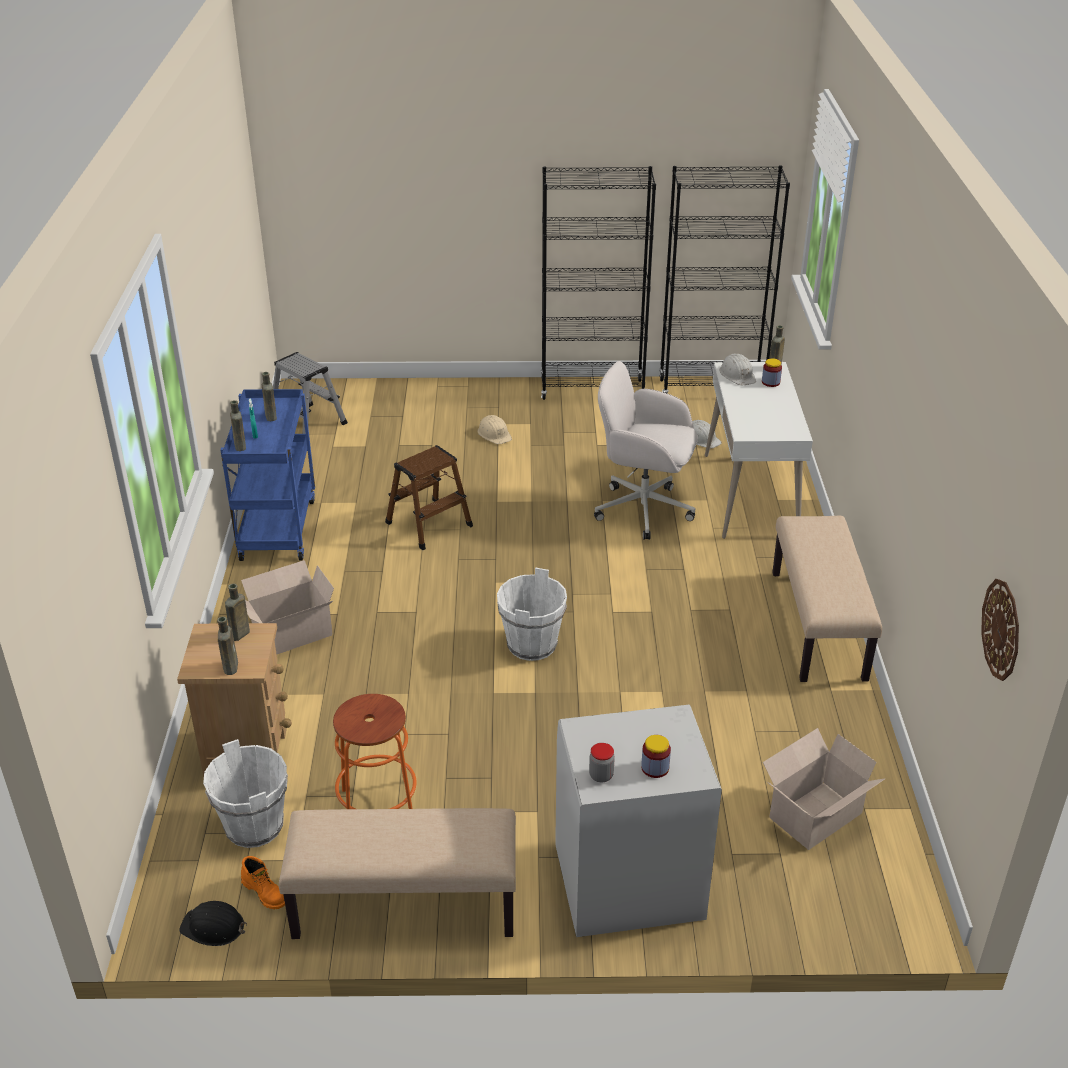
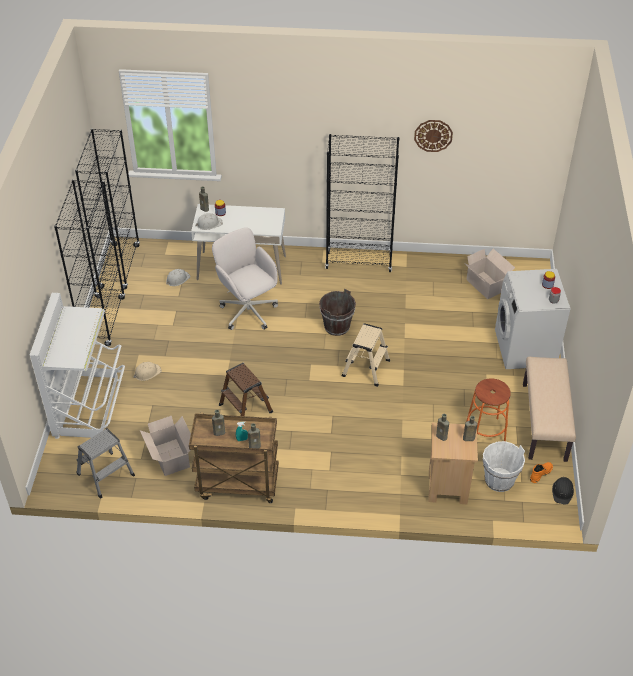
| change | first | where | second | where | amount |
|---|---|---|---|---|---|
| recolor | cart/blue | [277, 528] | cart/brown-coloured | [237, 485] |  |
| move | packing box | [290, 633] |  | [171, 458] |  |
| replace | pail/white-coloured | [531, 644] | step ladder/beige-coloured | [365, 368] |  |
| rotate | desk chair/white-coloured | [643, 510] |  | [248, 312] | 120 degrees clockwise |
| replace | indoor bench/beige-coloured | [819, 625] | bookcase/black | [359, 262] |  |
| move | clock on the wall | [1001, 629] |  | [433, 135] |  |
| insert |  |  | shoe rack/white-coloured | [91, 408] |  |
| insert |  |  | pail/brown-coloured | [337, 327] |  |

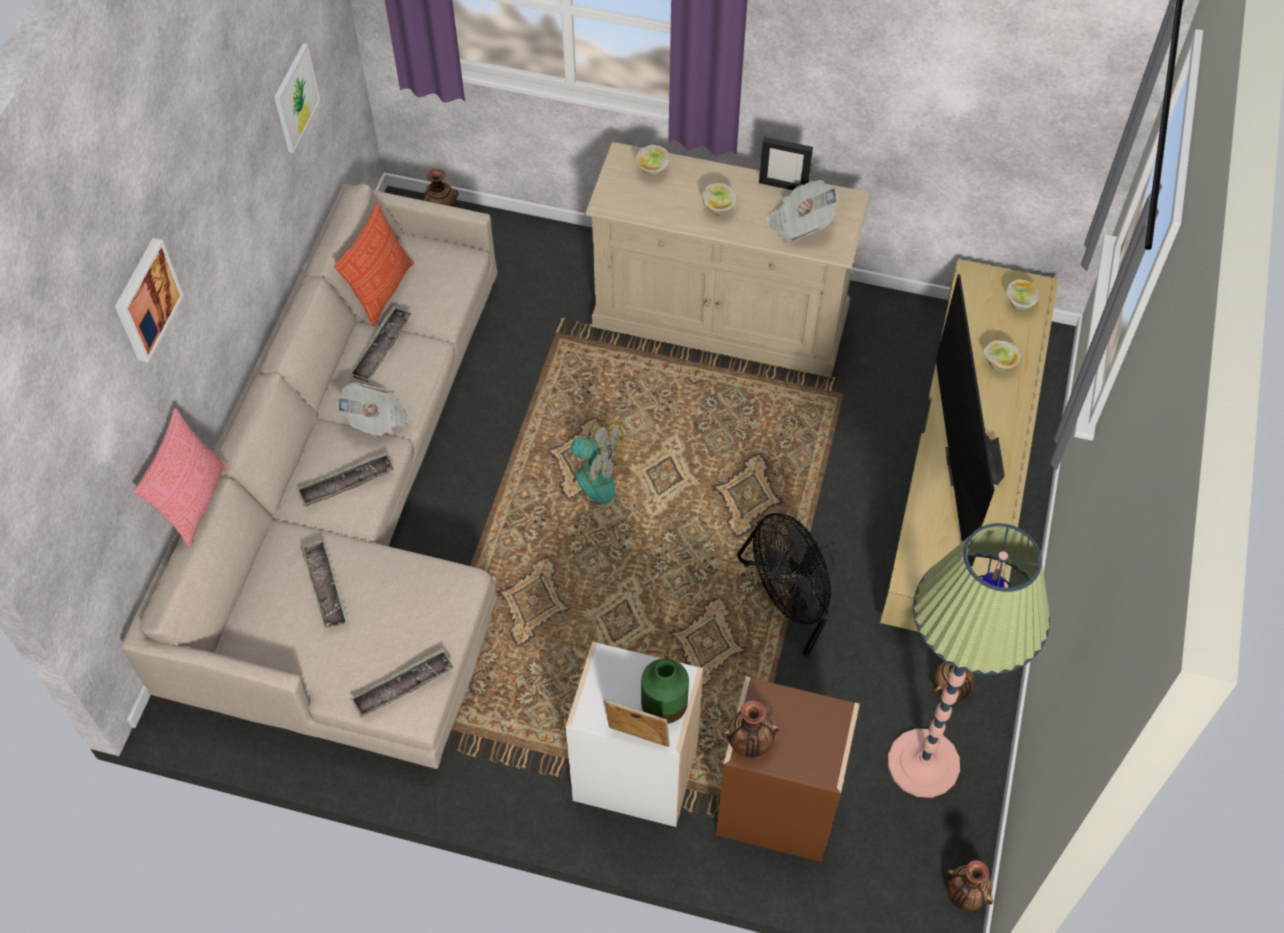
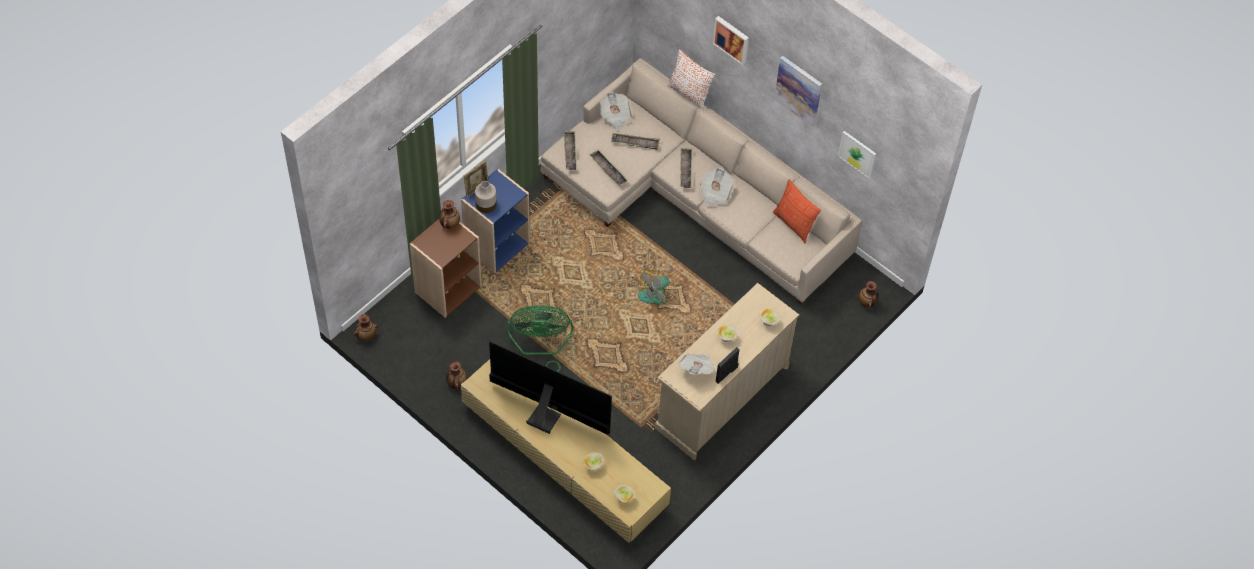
| change | first | where | second | where | amount |
|---|---|---|---|---|---|
| recolor | pillow/pink-coloured | [195, 502] | pillow/white-coloured | [689, 94] |  |
| move | tray | [382, 348] |  | [608, 169] |  |
| recolor | bookcase/white-coloured | [633, 774] | bookcase/blue | [497, 245] |  |
| recolor | decorative vase/green-coloured | [664, 702] | decorative vase/beige-coloured | [485, 204] |  |
| recolor | electric fan/black | [793, 595] | electric fan/green-coloured | [542, 346] |  |
| delete | standard lamp | [923, 763] |  |  |  |
| insert |  |  | newspaper | [616, 117] |  |
| insert |  |  | wall picture | [799, 90] |  |

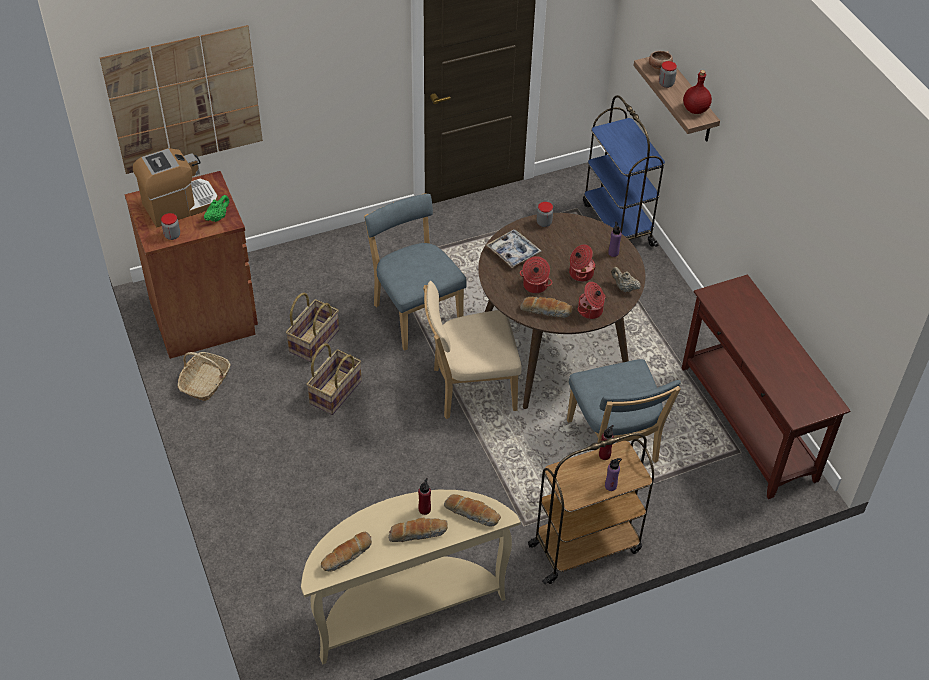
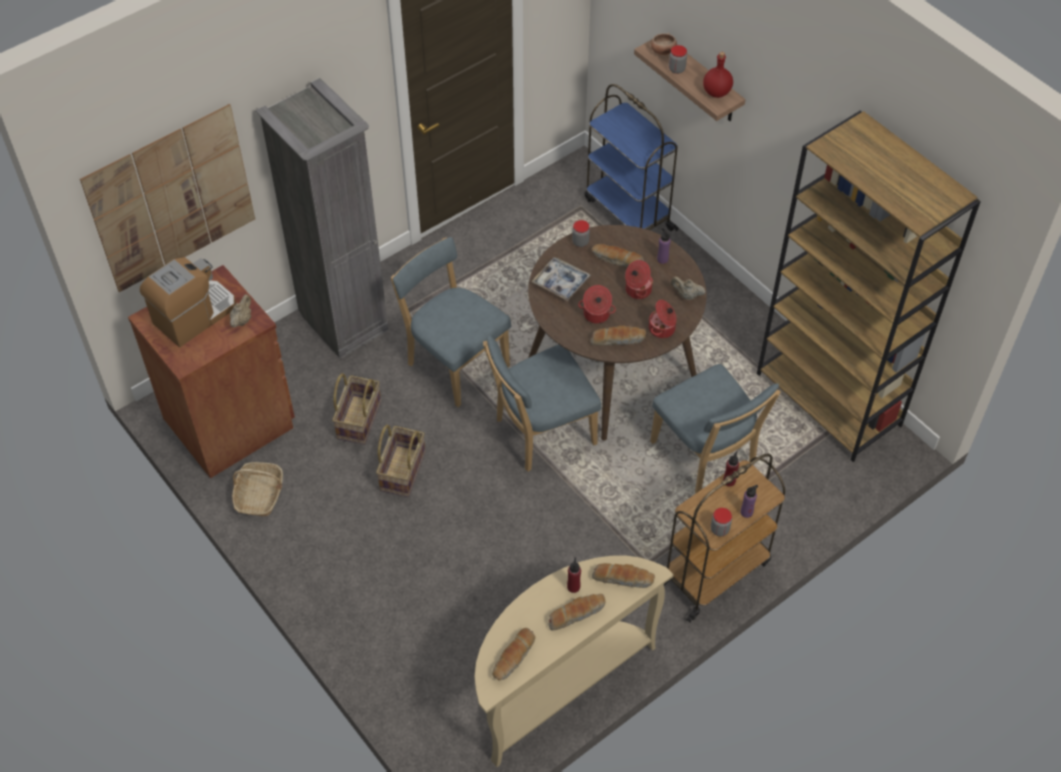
| change | first | where | second | where | amount |
|---|---|---|---|---|---|
| move | storage jar | [172, 235] |  | [719, 529] |  |
| recolor | tea pot/green-coloured | [217, 217] | tea pot/beige-coloured | [242, 320] |  |
| recolor | chair/beige-coloured | [469, 389] | chair/blue | [540, 433] |  |
| replace | narrow table/brown-coloured | [748, 423] | bookcase/brown-coloured | [829, 400] |  |
| insert |  |  | storage cabinet/grey | [345, 322] |  |
| insert |  |  | bread | [617, 260] |  |

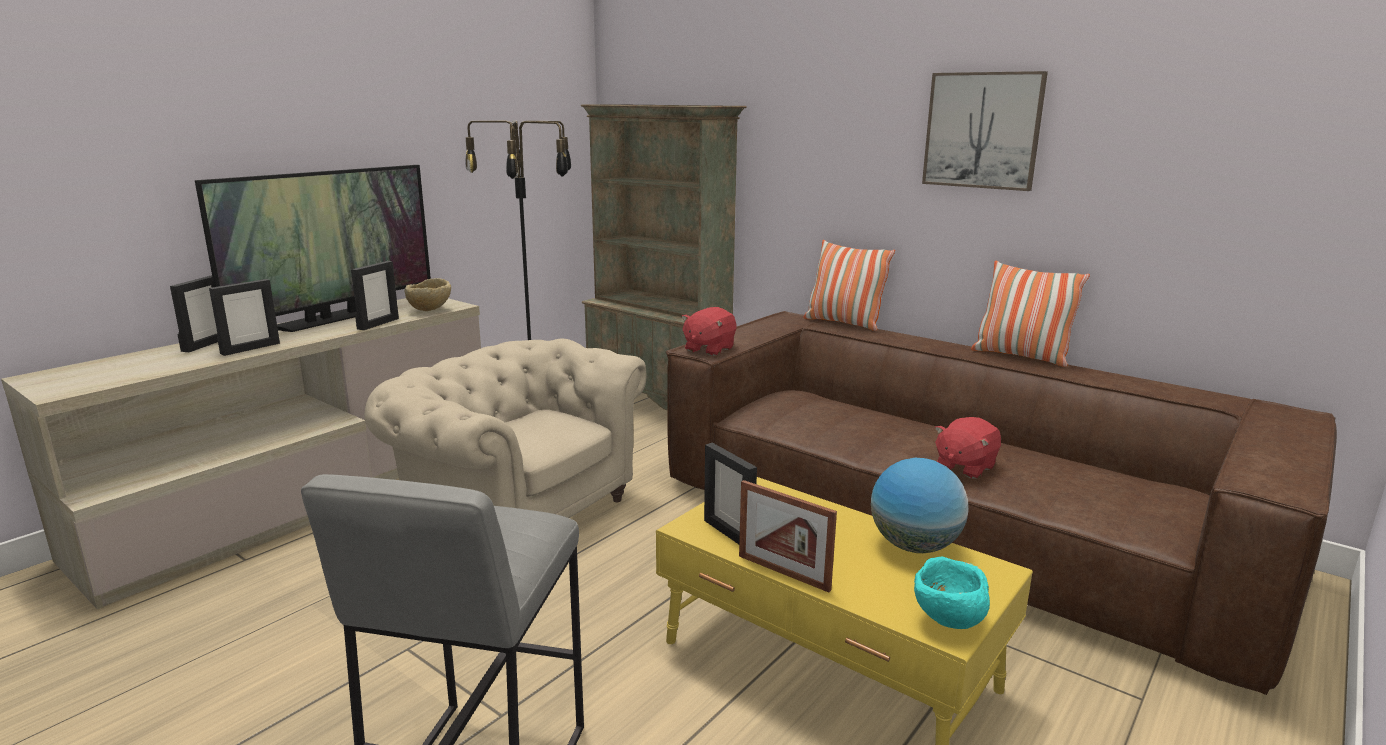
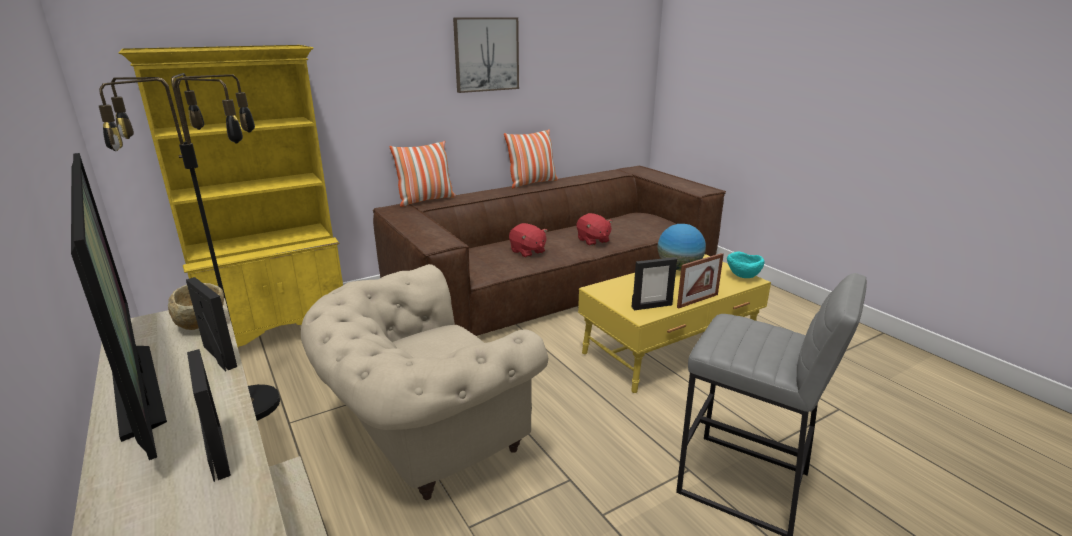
| change | first | where | second | where | amount |
|---|---|---|---|---|---|
| delete | photo frame | [206, 344] |  |  |  |
| recolor | bookcase/green-coloured | [659, 403] | bookcase/yellowish | [279, 331] |  |
| move | soft toy/red | [708, 349] |  | [527, 252] |  |

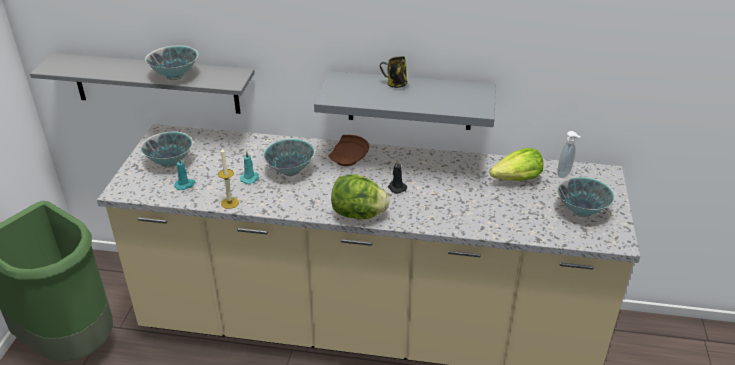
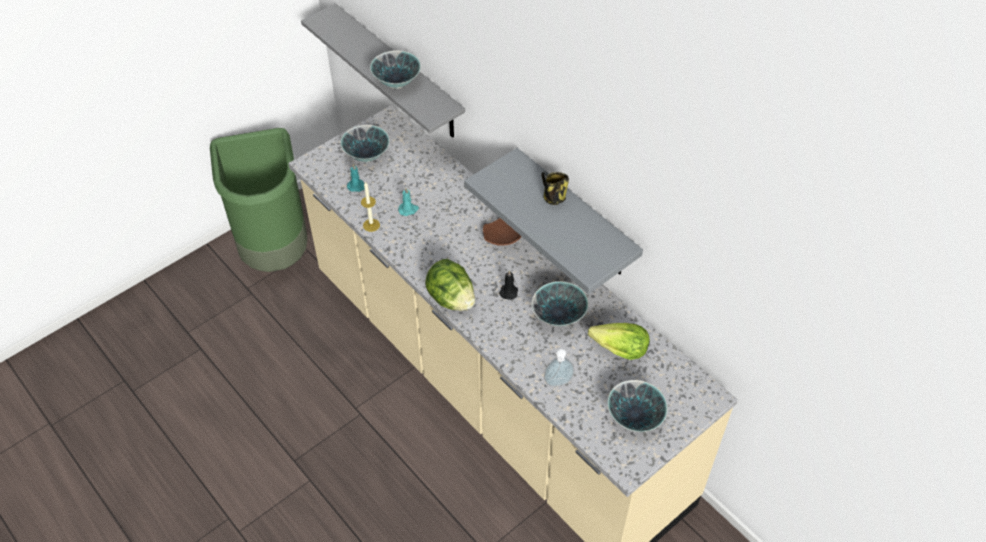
| change | first | where | second | where | amount |
|---|---|---|---|---|---|
| move | bowl | [290, 170] |  | [559, 317] |  |
| move | soap dispenser | [565, 174] |  | [558, 383] |  |

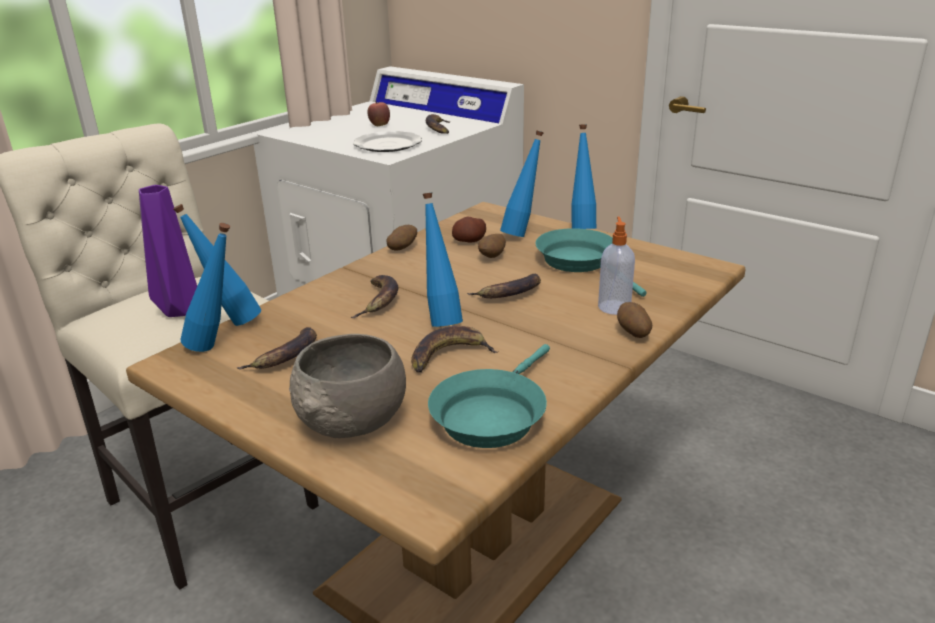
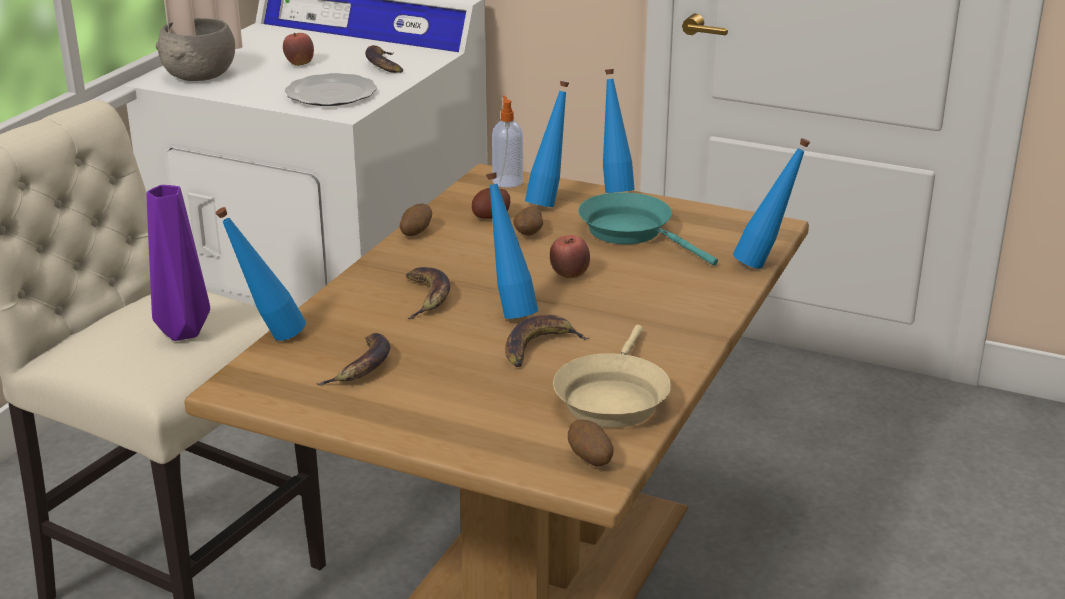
| change | first | where | second | where | amount |
|---|---|---|---|---|---|
| move | bottle/blue | [217, 347] |  | [765, 263] |  |
| move | bowl/grey | [352, 421] |  | [199, 76] |  |
| recolor | pan/blue-green | [492, 414] | pan/beige-coloured | [612, 398] |  |
| replace | banana | [509, 293] | apple | [569, 275] |  |
| move | soap dispenser | [614, 306] |  | [507, 181] |  |
| move | spud | [633, 333] |  | [589, 459] |  |

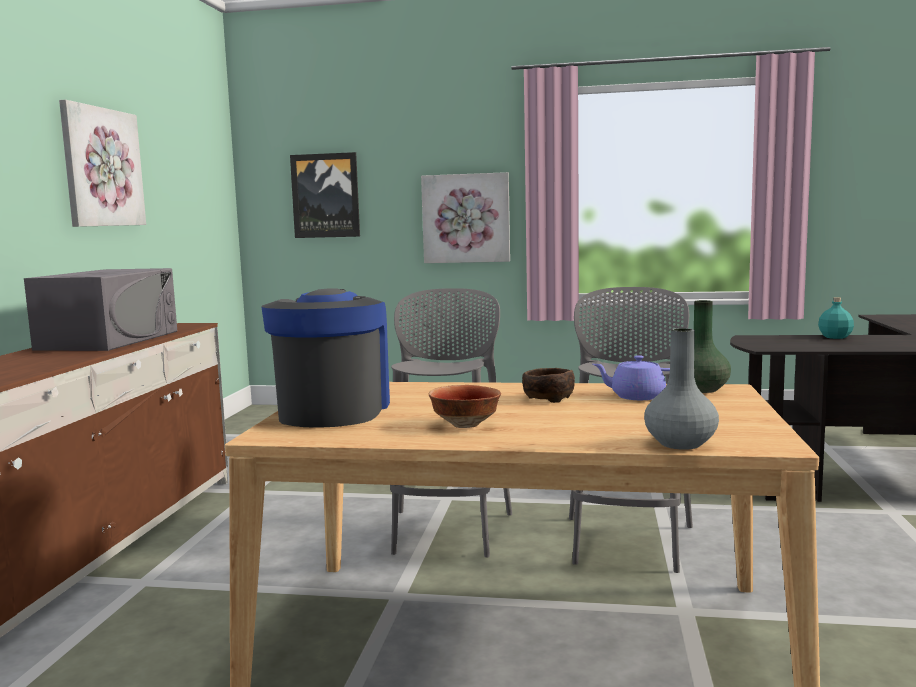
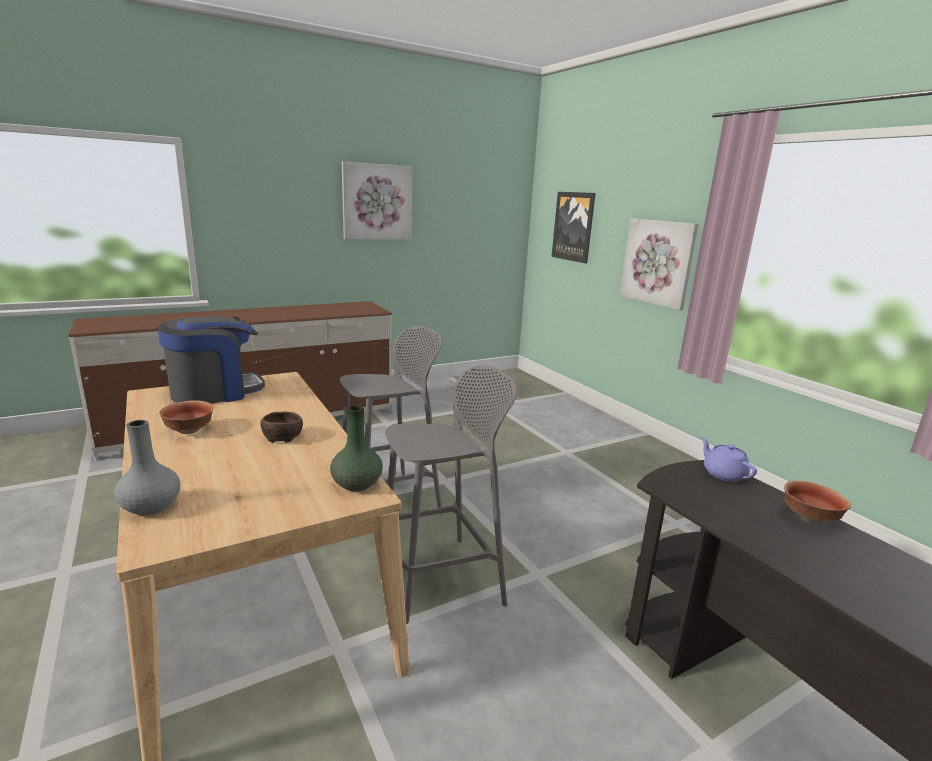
| change | first | where | second | where | amount |
|---|---|---|---|---|---|
| delete | microwave oven/grey | [109, 340] |  |  |  |
| move | tea pot/purple-coloured | [636, 396] |  | [723, 474] |  |
| replace | bottle/blue-green | [834, 337] | bowl | [809, 517] |  |

